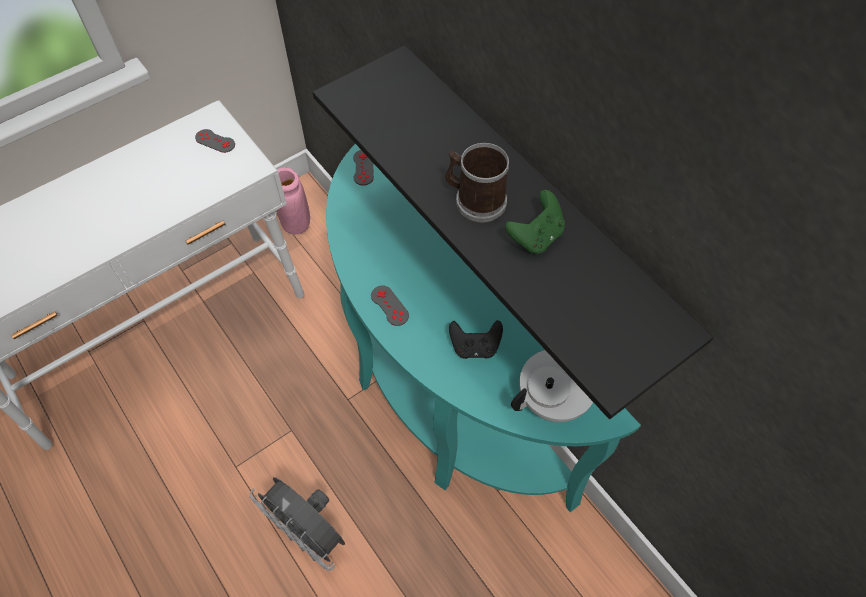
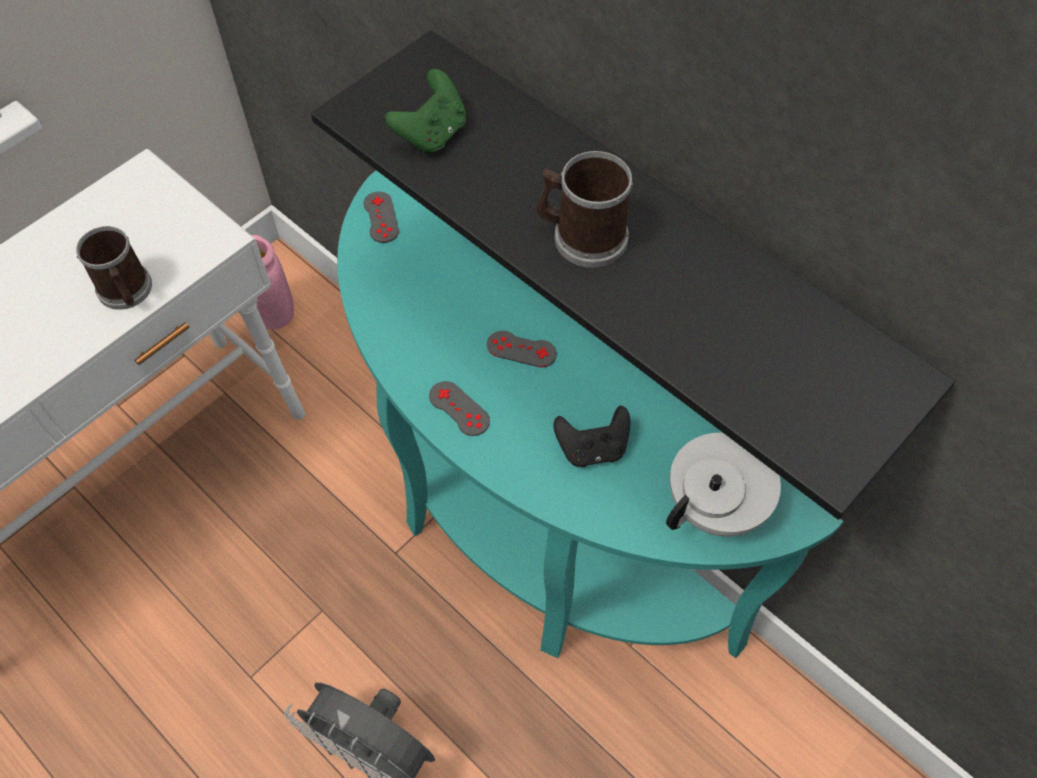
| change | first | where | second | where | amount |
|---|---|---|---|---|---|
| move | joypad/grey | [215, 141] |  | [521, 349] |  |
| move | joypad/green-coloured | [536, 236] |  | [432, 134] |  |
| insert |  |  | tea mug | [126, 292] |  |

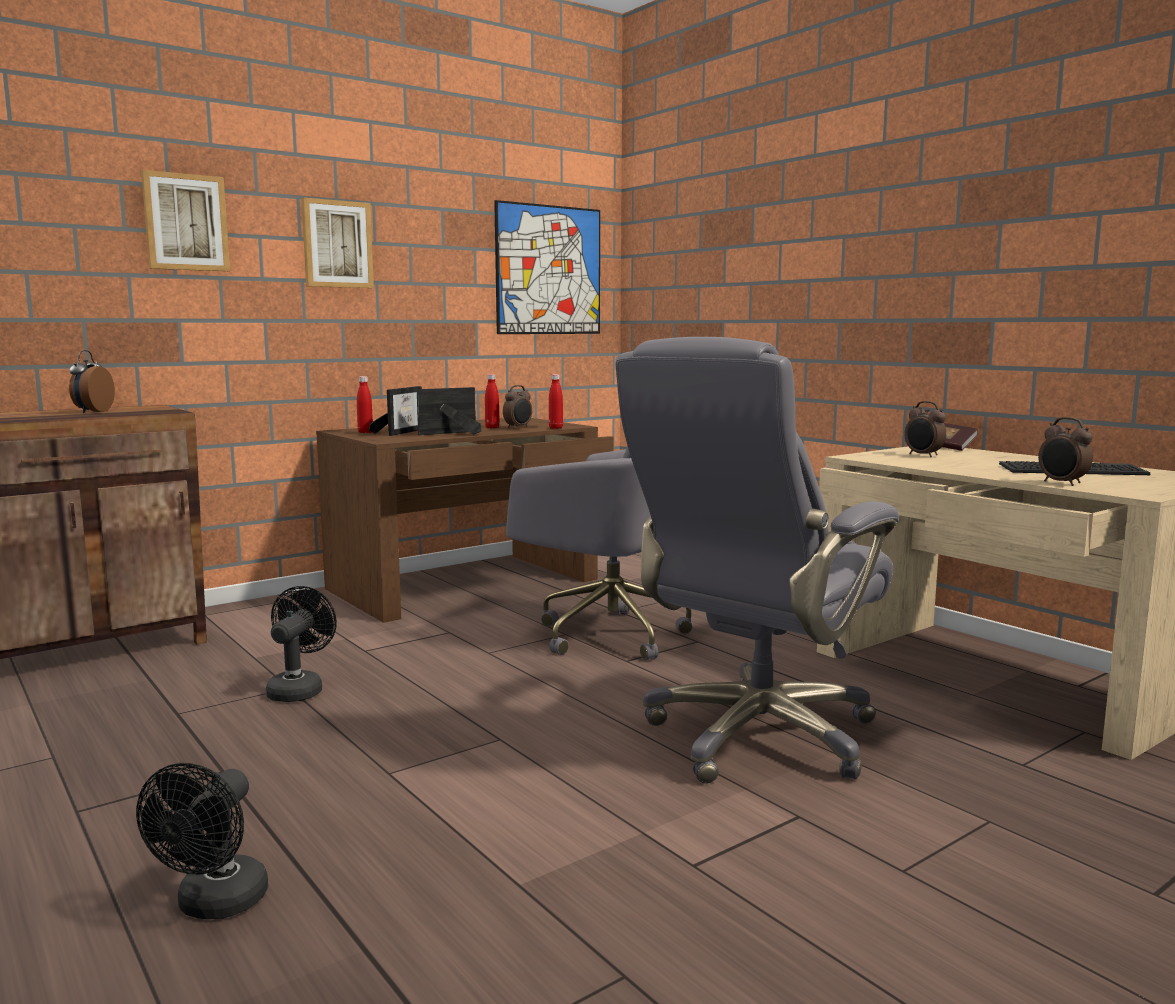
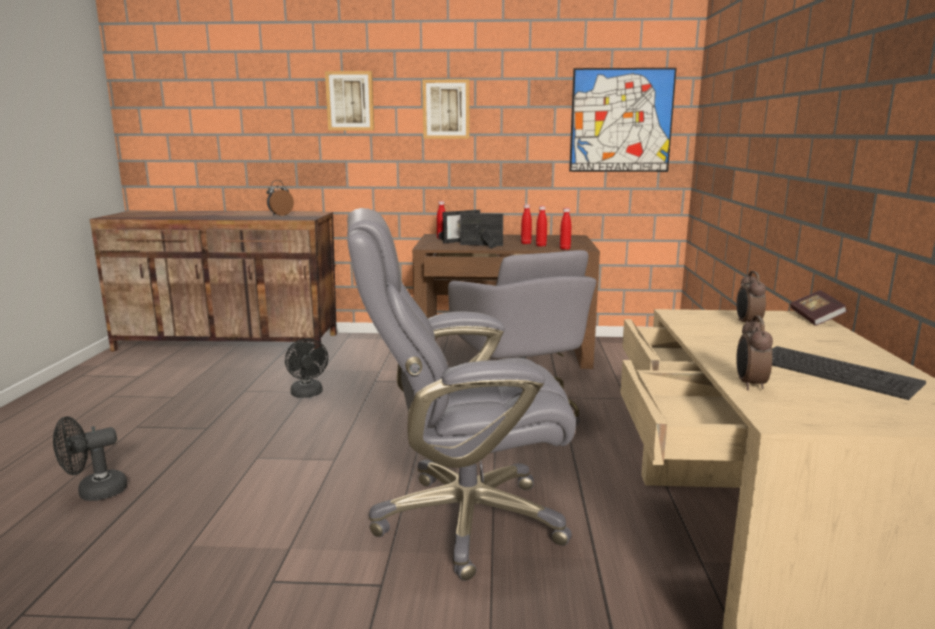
| change | first | where | second | where | amount |
|---|---|---|---|---|---|
| rotate | electric fan/black | [299, 689] |  | [308, 394] | 105 degrees clockwise |
| replace | bedside clock | [518, 428] | bottle/red | [541, 246] |  |

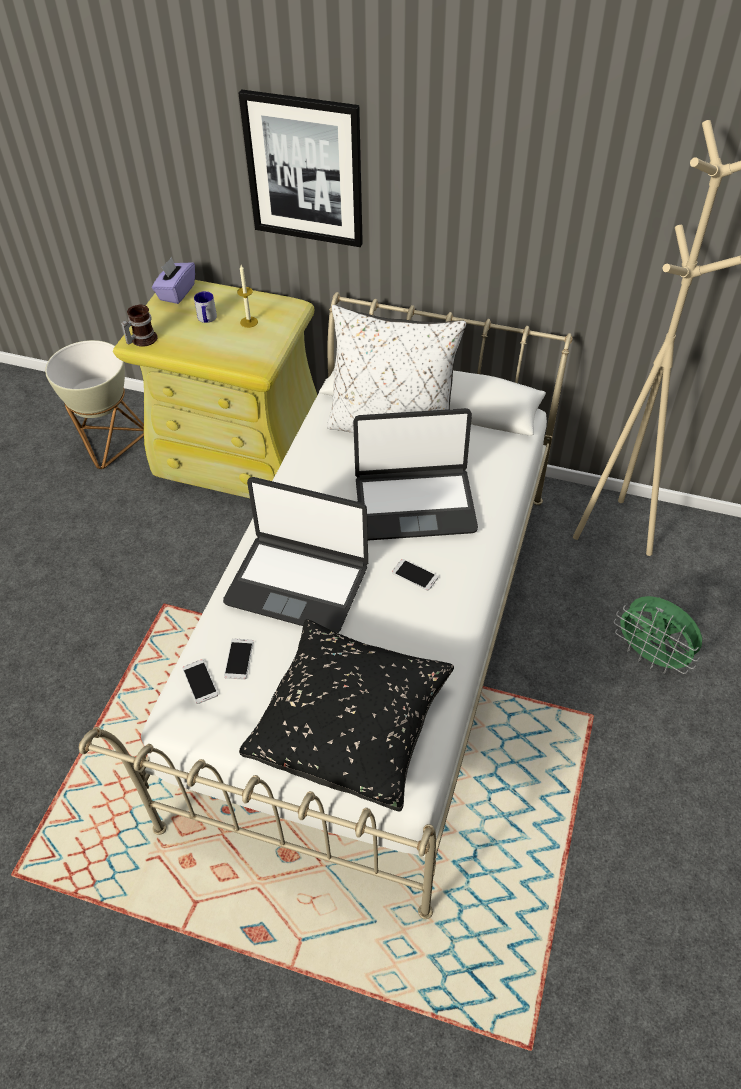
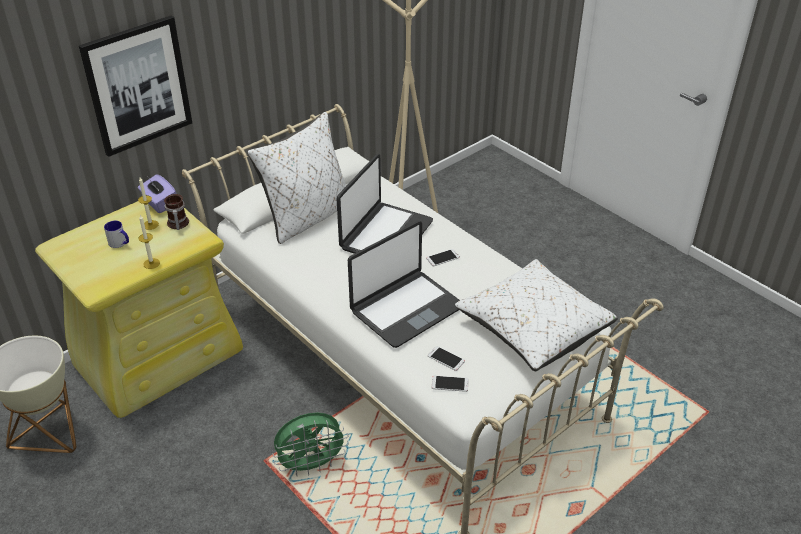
| change | first | where | second | where | amount |
|---|---|---|---|---|---|
| move | tea mug | [141, 339] |  | [177, 224] |  |
| move | box of tissues/purple-coloured | [176, 292] |  | [159, 203] |  |
| recolor | pillow/black | [350, 725] | pillow/white-coloured | [533, 329] |  |
| move | electric fan/green-coloured | [651, 657] |  | [311, 465] |  |
| insert |  |  | candle | [151, 263] |  |

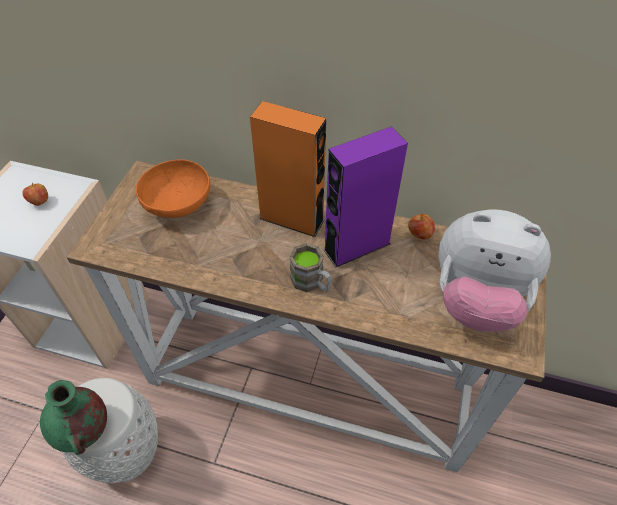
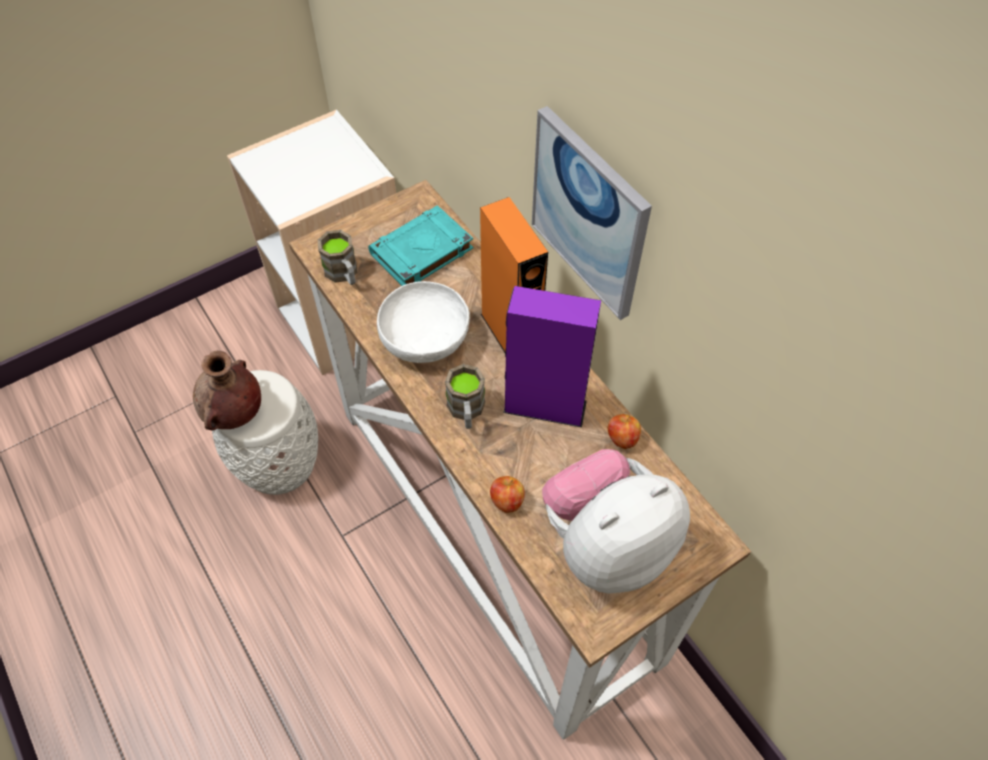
| change | first | where | second | where | amount |
|---|---|---|---|---|---|
| move | apple | [40, 202] |  | [507, 501] |  |
| recolor | decorative vase/green-coloured | [84, 430] | decorative vase/brown-coloured | [234, 413] |  |
| replace | bowl/orange | [178, 205] | volume/blue-green | [421, 252] |  |
| rotate | soft toy | [476, 300] |  | [606, 544] | 90 degrees clockwise |
| insert |  |  | tea mug/brown-coloured | [344, 274] |  |
| insert |  |  | bowl/white-coloured | [425, 338] |  |
| insert |  |  | wall picture | [589, 214] |  |

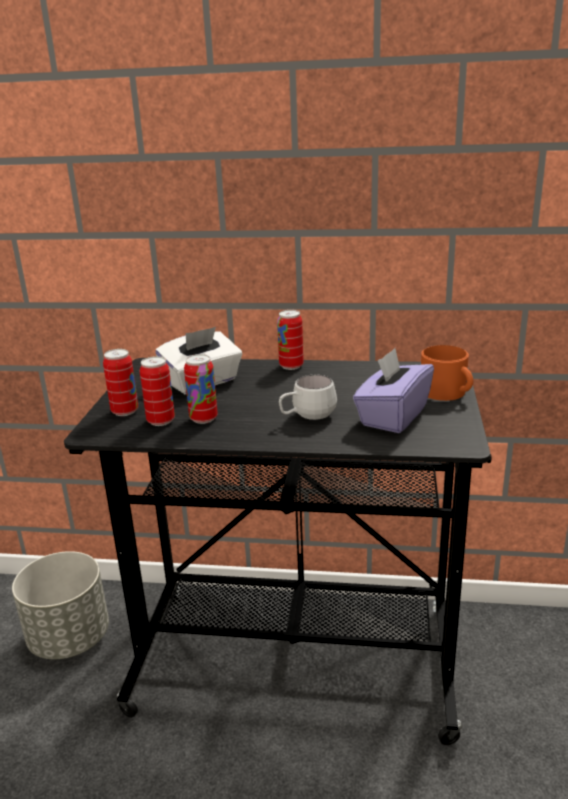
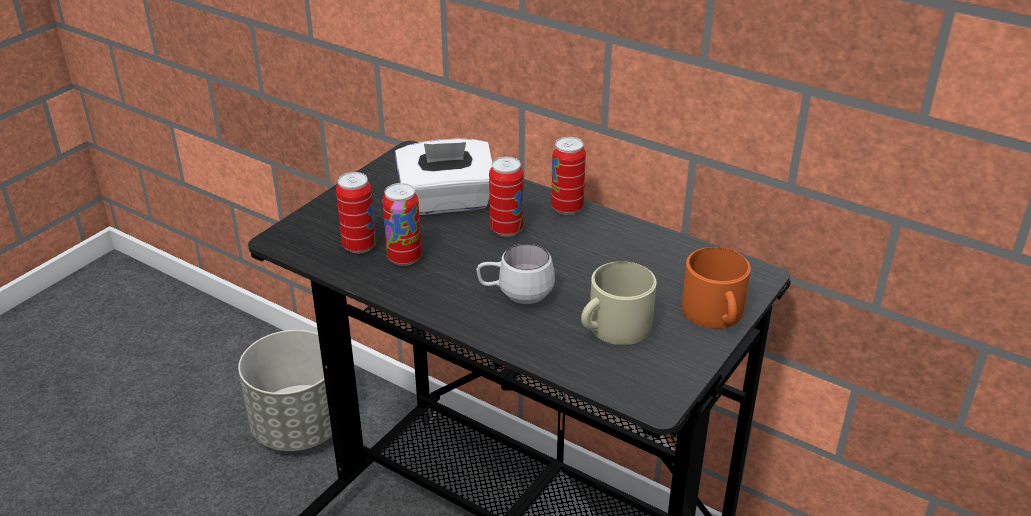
| change | first | where | second | where | amount |
|---|---|---|---|---|---|
| move | metal can | [125, 411] |  | [506, 229] |  |
| replace | box of tissues/purple-coloured | [392, 416] | tea mug/beige-coloured | [613, 328] |  |

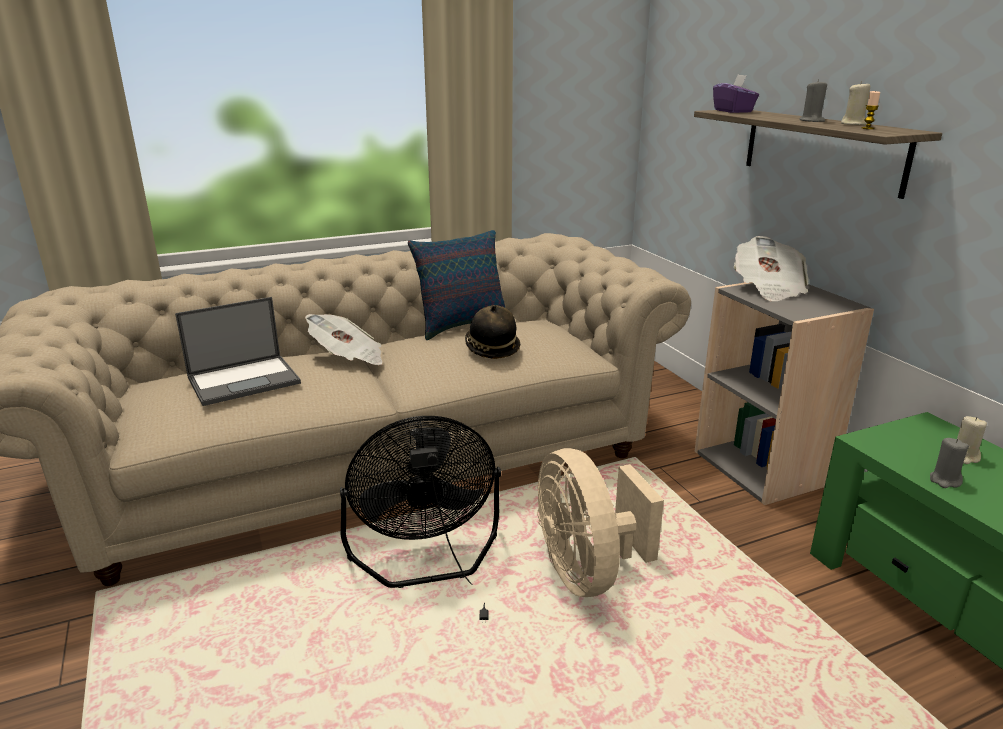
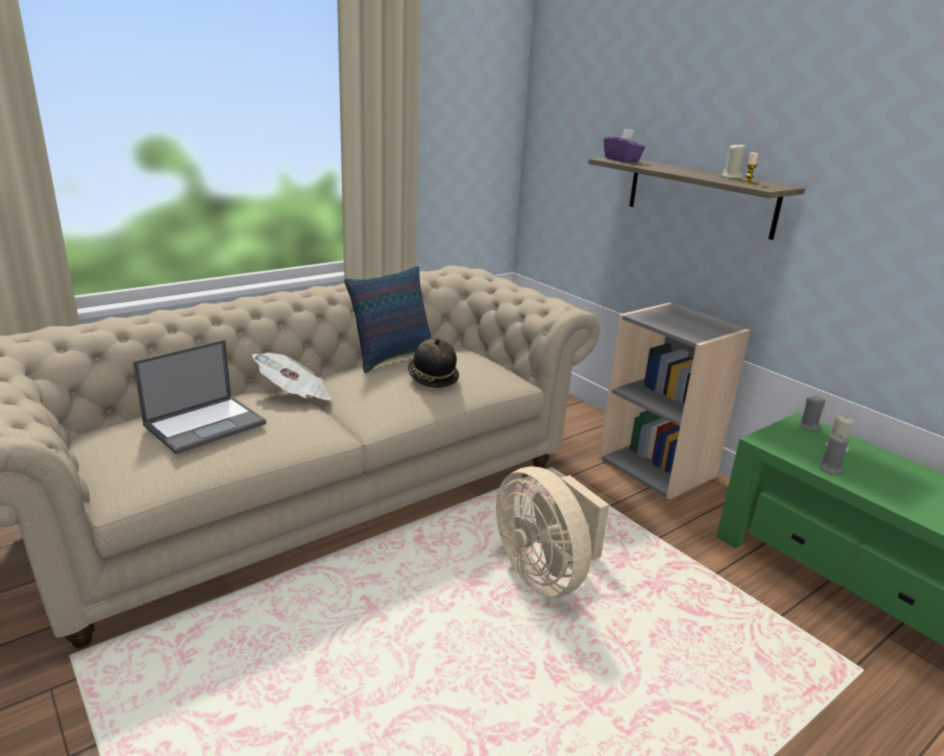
| change | first | where | second | where | amount |
|---|---|---|---|---|---|
| delete | electric fan/black | [434, 567] |  |  |  |
| delete | newspaper | [768, 289] |  |  |  |
| move | candle/grey | [811, 121] |  | [809, 426] |  |

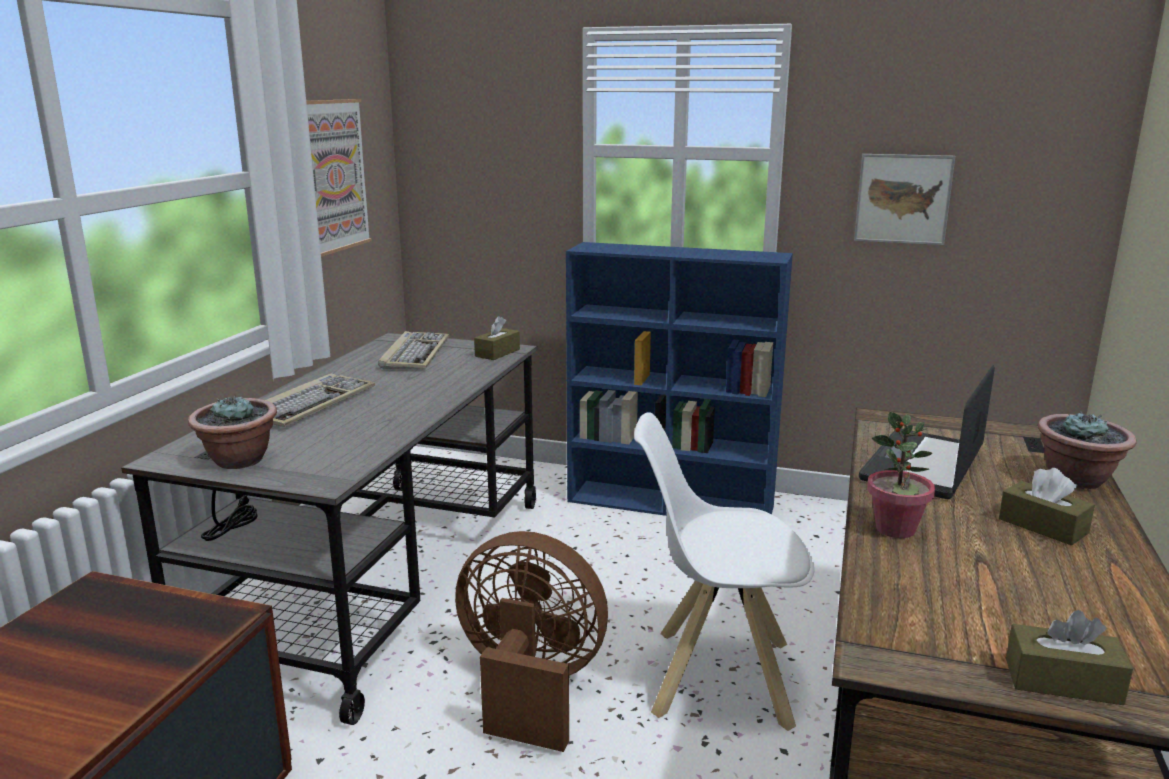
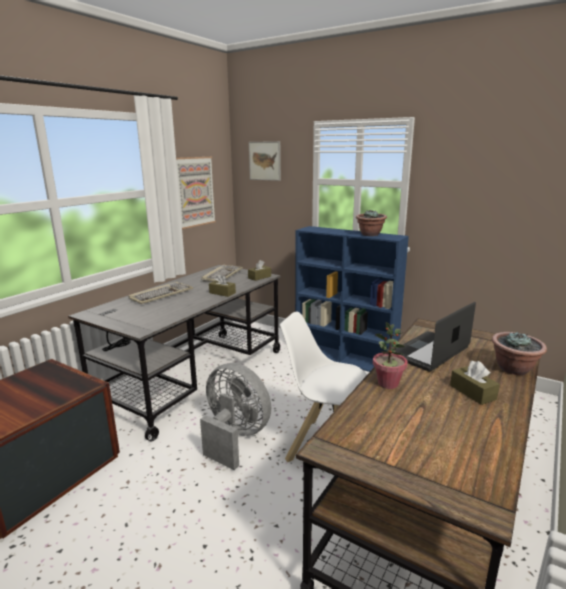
| change | first | where | second | where | amount |
|---|---|---|---|---|---|
| move | potted plant | [239, 461] |  | [370, 234] |  |
| recolor | electric fan/brown-coloured | [529, 688] | electric fan/grey | [235, 437] |  |
| move | wall picture | [903, 199] |  | [265, 161] |  |
| move | box of tissues/brown-coloured | [1062, 681] |  | [222, 293] |  |

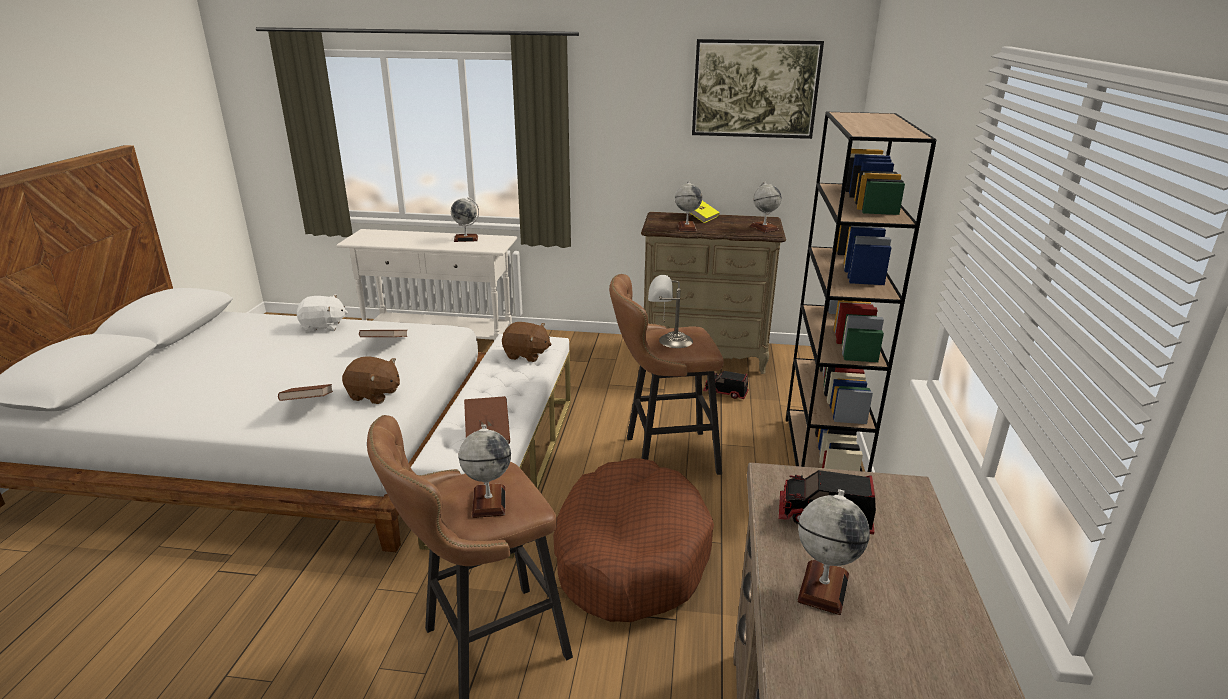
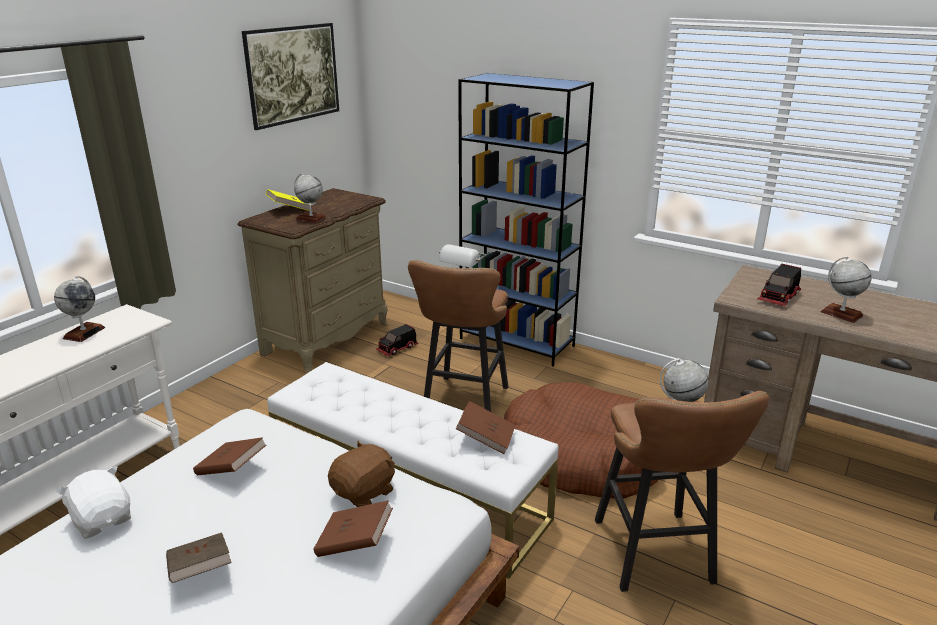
| change | first | where | second | where | amount |
|---|---|---|---|---|---|
| rotate | soft toy/white-coloured | [323, 327] |  | [103, 520] | 60 degrees counterclockwise |
| delete | soft toy/brown-coloured | [526, 355] |  |  |  |
| delete | desk globe | [764, 228] |  |  |  |
| recolor | bookcase/beige-coloured | [823, 457] | bookcase/blue | [517, 342] |  |
| insert |  |  | volume/brown-coloured | [200, 571] |  |

